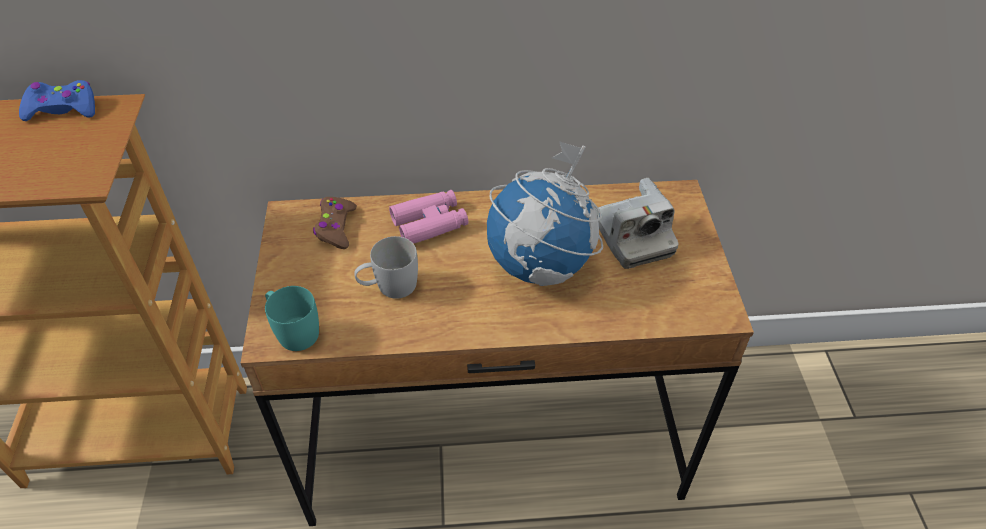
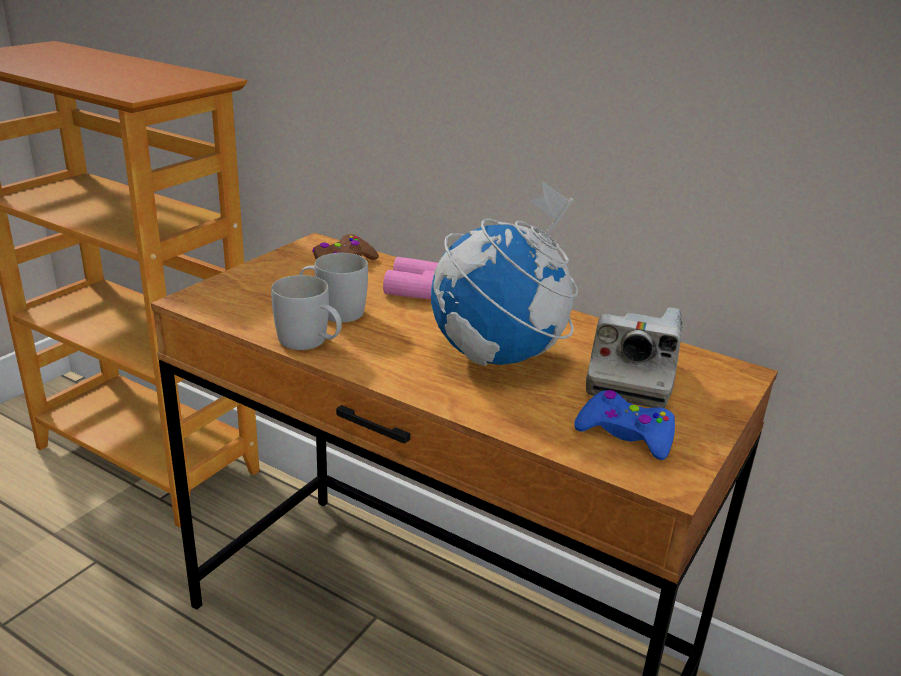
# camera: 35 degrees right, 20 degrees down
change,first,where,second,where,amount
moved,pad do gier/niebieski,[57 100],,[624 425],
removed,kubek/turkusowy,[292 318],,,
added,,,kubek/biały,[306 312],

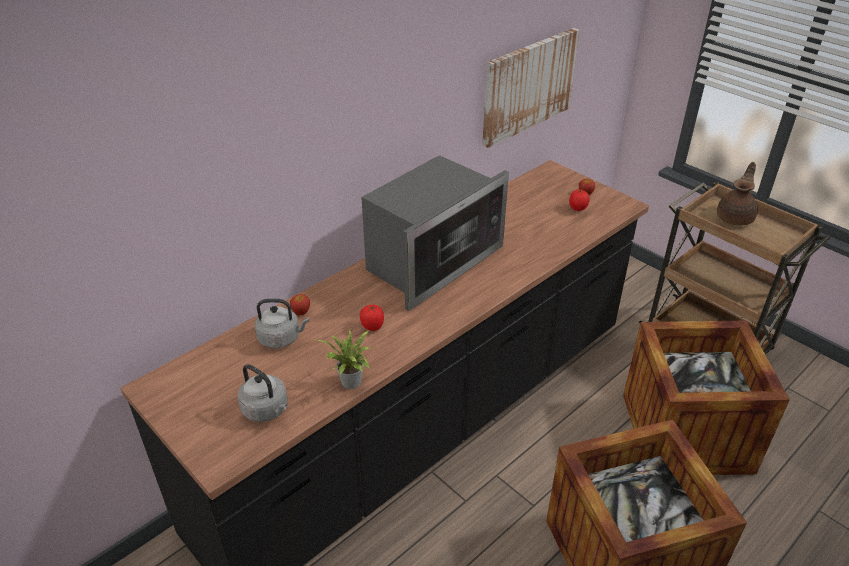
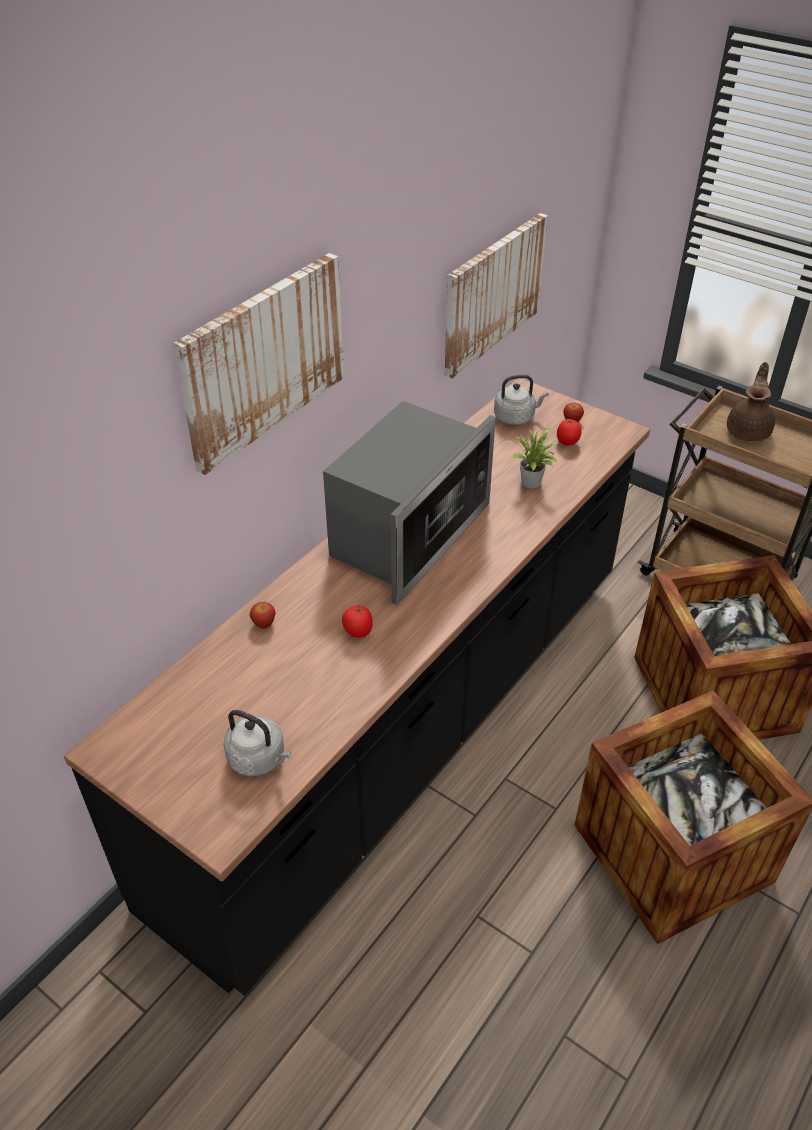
# camera: 10 degrees left, 5 degrees up
change,first,where,second,where,amount
moved,czajnik/szary,[282 323],,[521 400],
moved,roślina doniczkowa,[344 359],,[535 457],
added,,,obraz,[258 364],

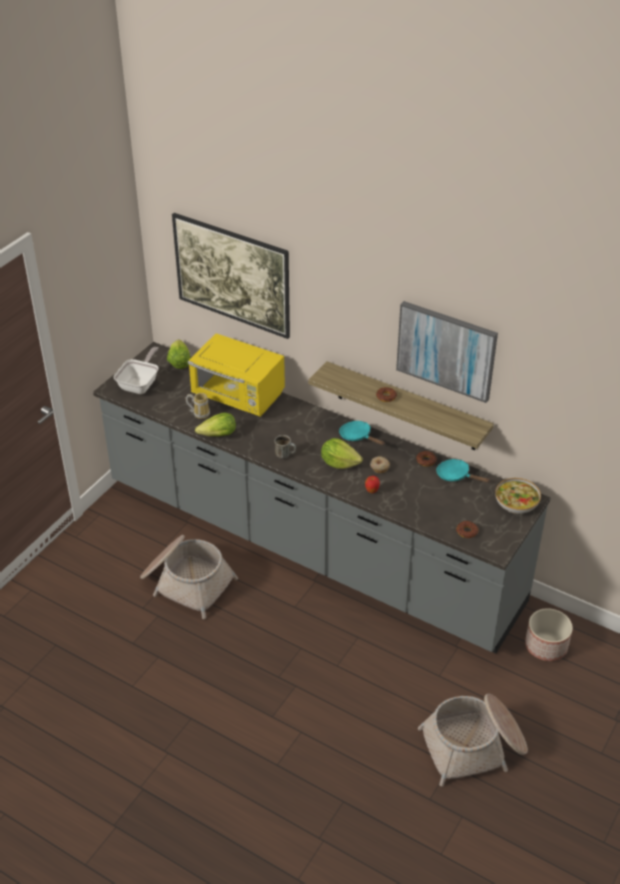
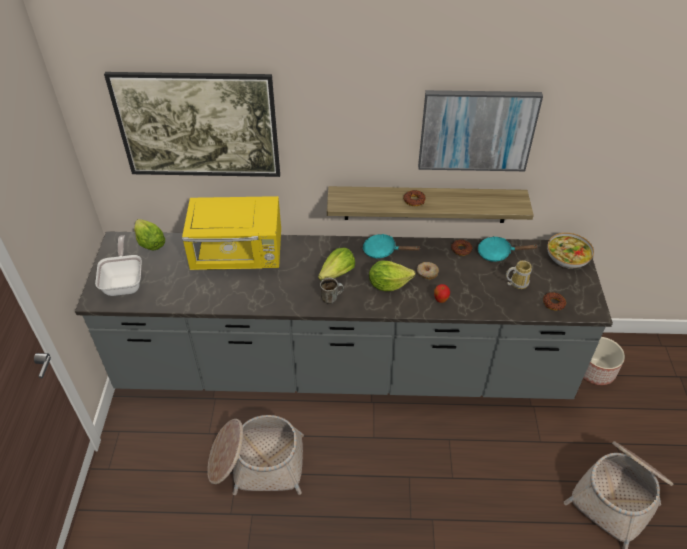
# camera: 30 degrees left, 5 degrees up
change,first,where,second,where,amount
moved,kubek,[198 406],,[519 274],
moved,sałata,[215 425],,[336 264],

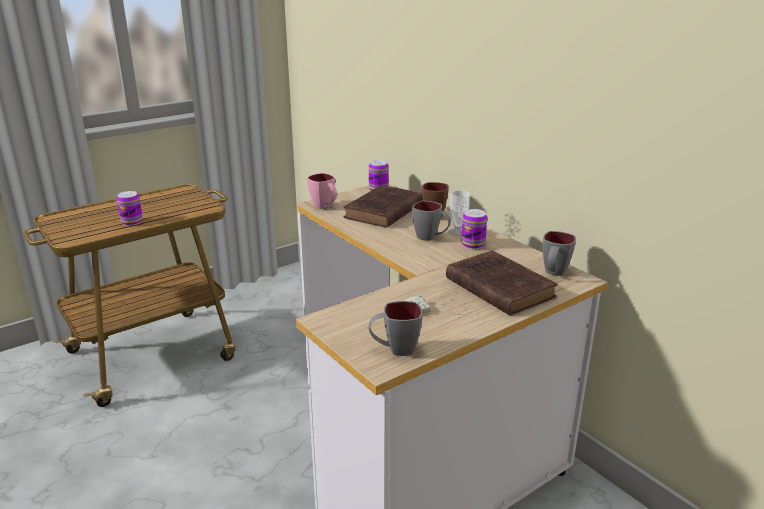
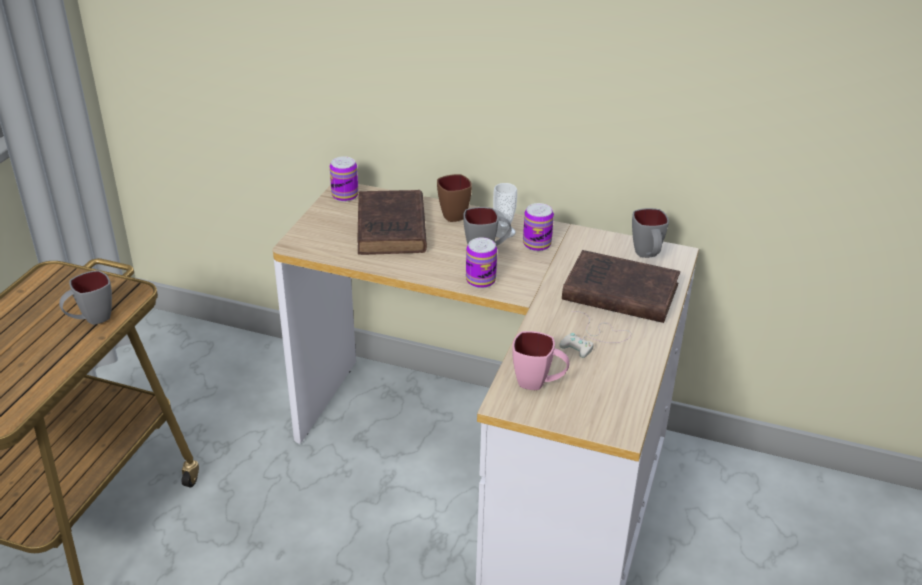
# camera: 35 degrees left, 10 degrees up
change,first,where,second,where,amount
moved,puszka,[130 208],,[481 262],
moved,kubek/różowy,[322 191],,[540 360],
moved,kubek/szary,[395 328],,[85 297],

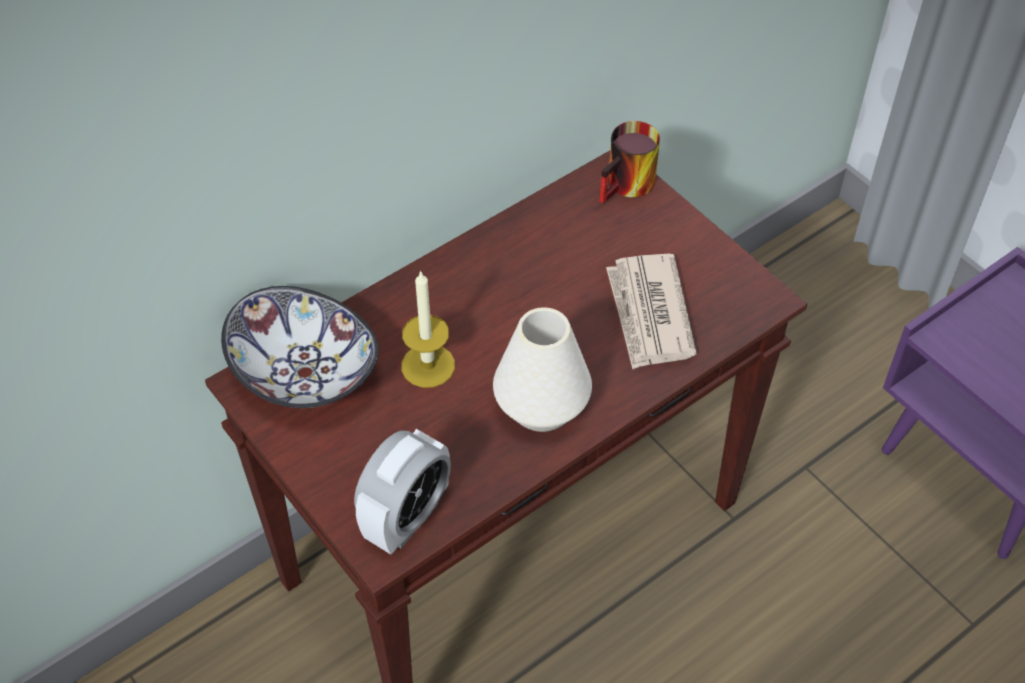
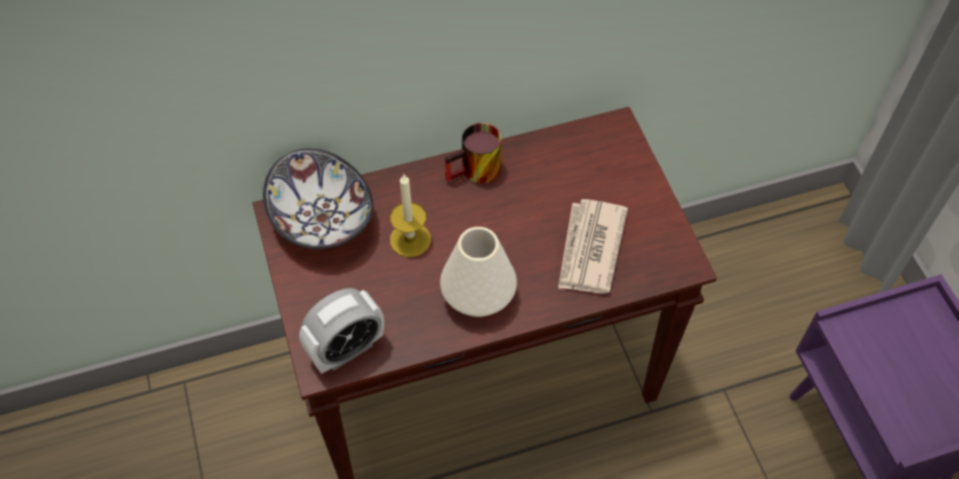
# camera: 20 degrees right, 5 degrees up
change,first,where,second,where,amount
moved,kubek,[629 162],,[473 153],

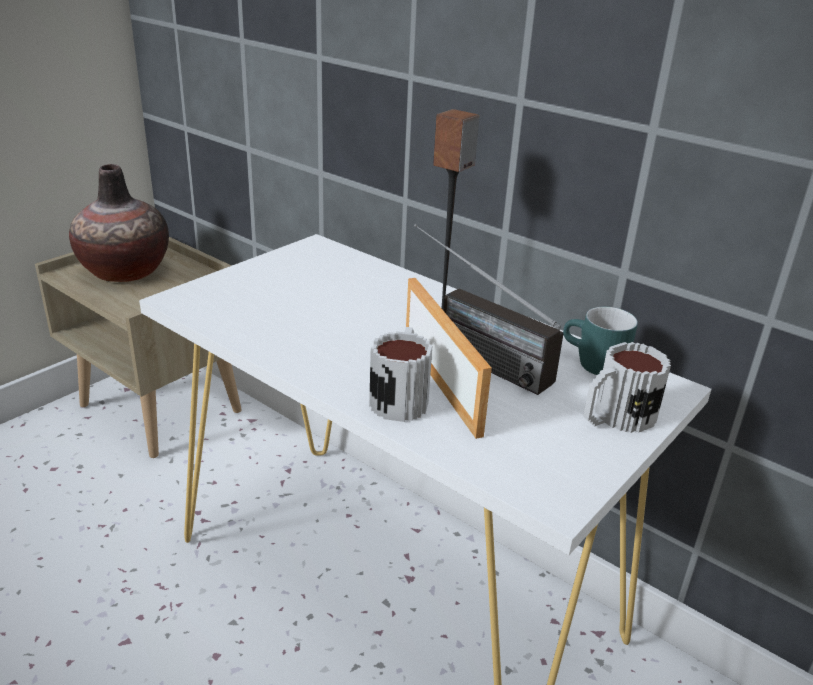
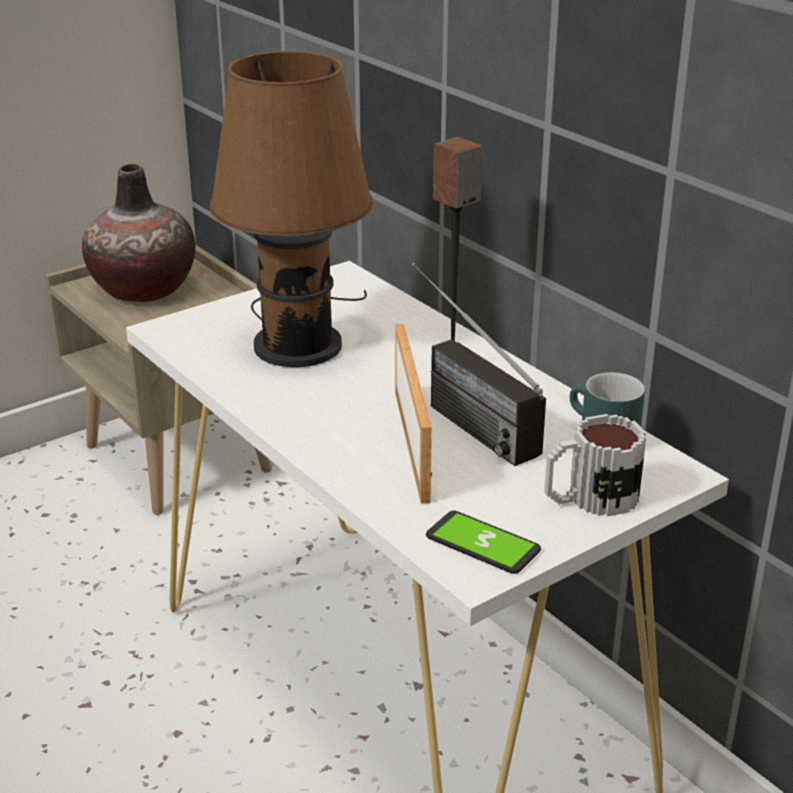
# camera: 15 degrees right, 0 degrees up
change,first,where,second,where,amount
removed,kubek,[401 374],,,
added,,,lampa stołowa/brązowy,[291 209],
added,,,telefon,[483 542],

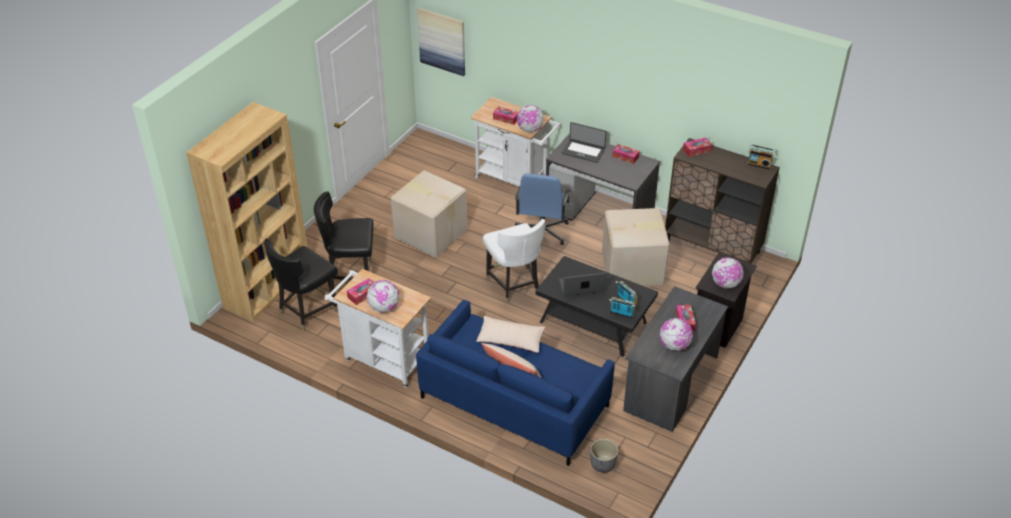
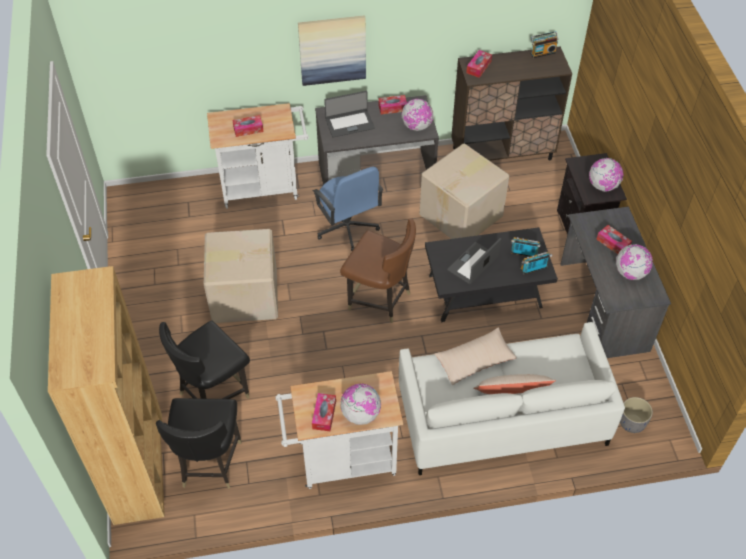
# camera: 40 degrees left, 10 degrees up
change,first,where,second,where,amount
recoloured,kanapa/niebieski,[515 383],kanapa/biały,[512 398],
moved,obraz,[441 42],,[332 50],
recoloured,krzesło/biały,[514 261],krzesło/brązowy,[378 270],
moved,globus,[530 118],,[417 115],

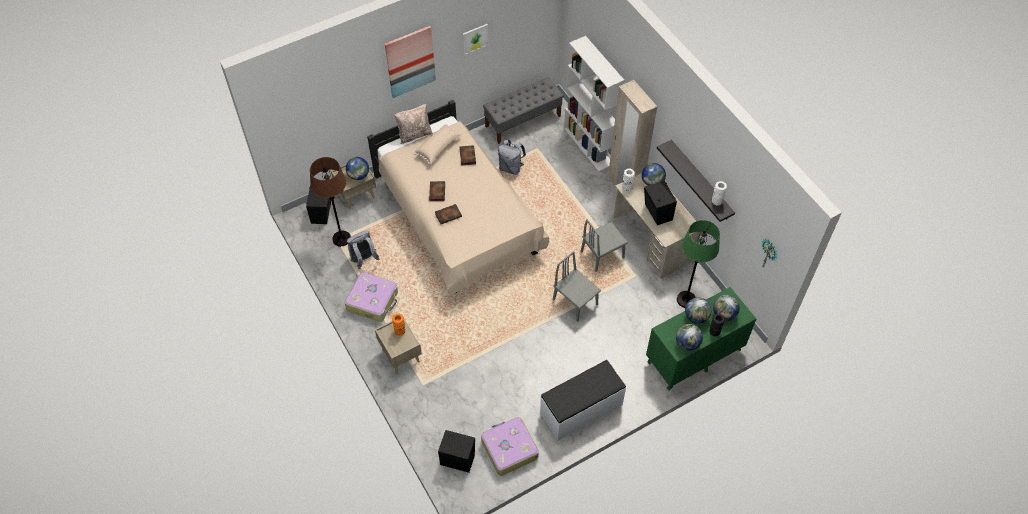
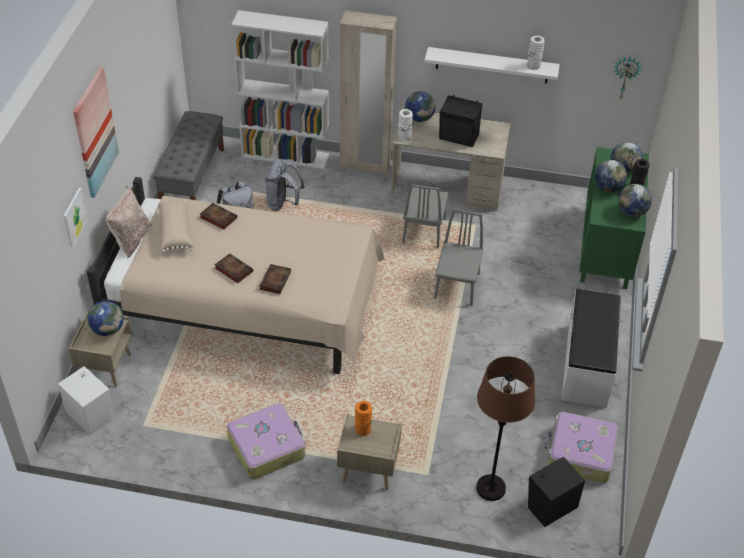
# camera: 50 degrees left, 10 degrees down
change,first,where,second,where,amount
recoloured,głośnik/czarny,[318 205],głośnik/biały,[84 400],
moved,lampa stojąca/brązowy,[330 202],,[505 428],
moved,plecak/szary,[363 249],,[285 185],
moved,obraz,[476 39],,[75 217],
turned,krzesło/szary,[577 286],,[459 257],105 degrees clockwise
recoloured,półka/czarny,[696 181],półka/biały,[492 65],
removed,lampa stojąca/zielony,[698 264],,,

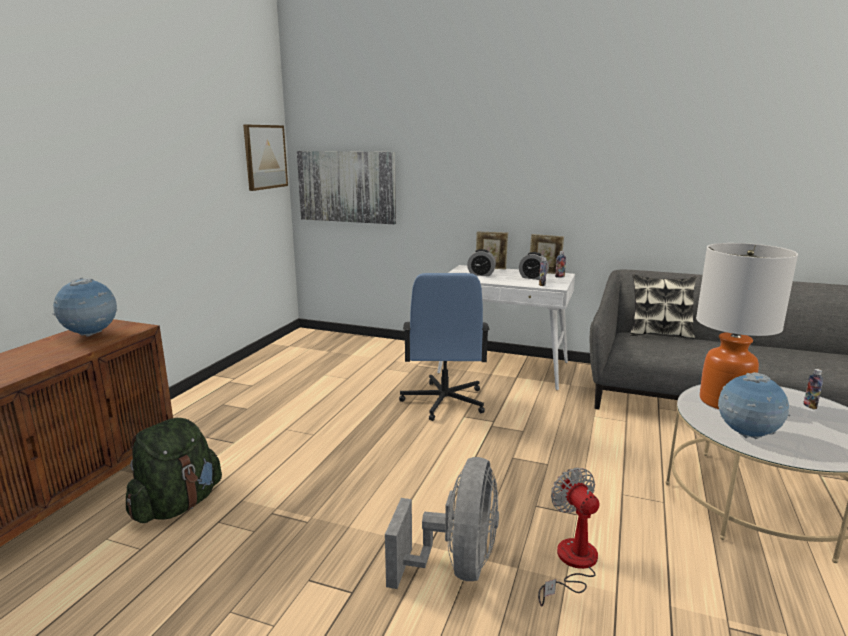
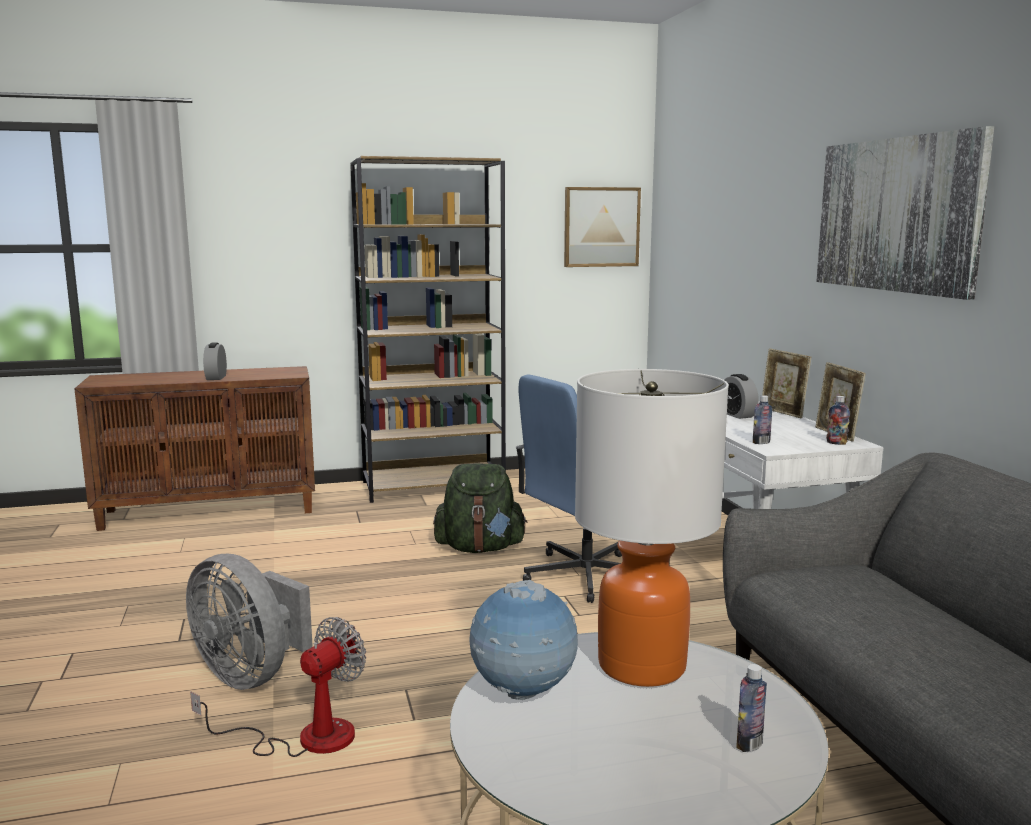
# camera: 55 degrees right, 5 degrees down
change,first,where,second,where,amount
removed,globus,[85 307],,,
moved,plecak/zielony,[174 470],,[480 508],
moved,obraz,[346 187],,[905 213],
turned,wentylator/szary,[442 523],,[249 622],60 degrees clockwise
moved,budzik,[534 266],,[215 361],
removed,poduszka,[663 306],,,
added,,,regał/brązowy,[428 329],

